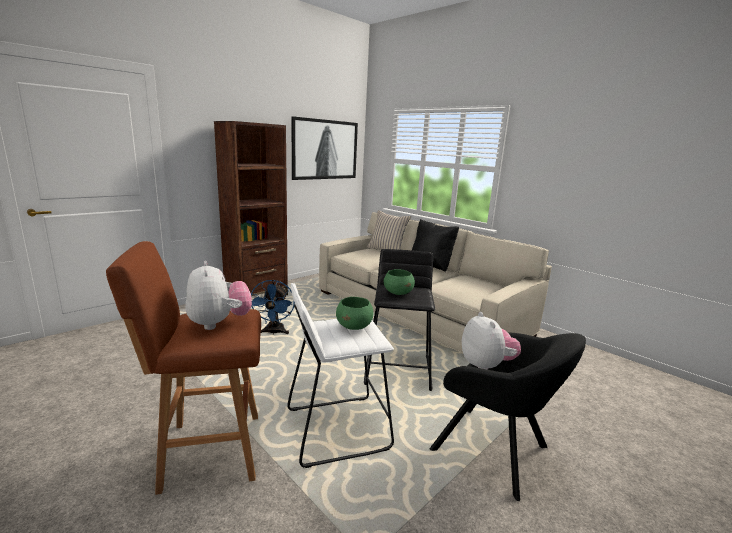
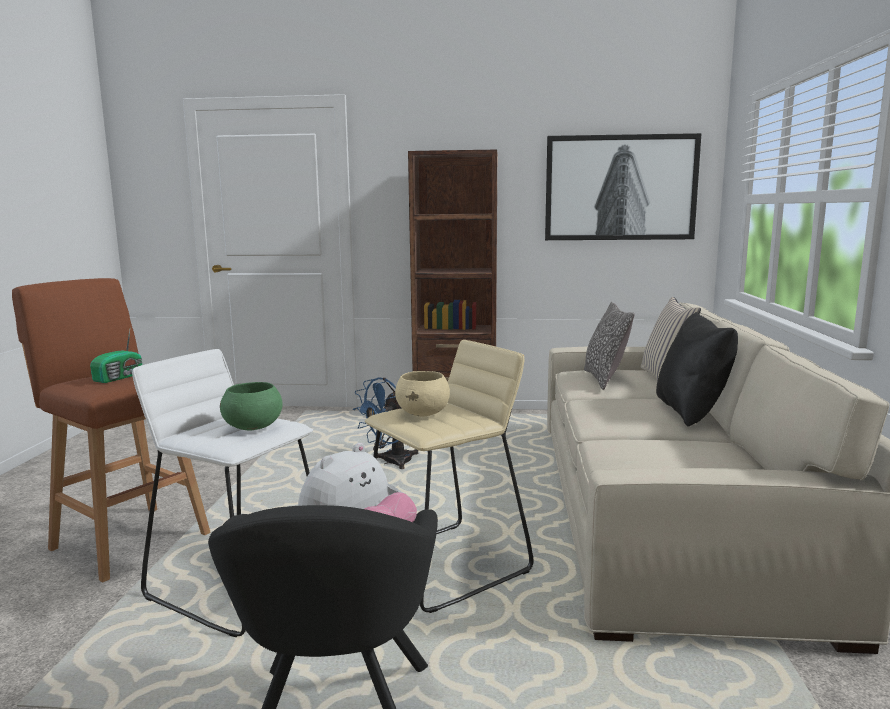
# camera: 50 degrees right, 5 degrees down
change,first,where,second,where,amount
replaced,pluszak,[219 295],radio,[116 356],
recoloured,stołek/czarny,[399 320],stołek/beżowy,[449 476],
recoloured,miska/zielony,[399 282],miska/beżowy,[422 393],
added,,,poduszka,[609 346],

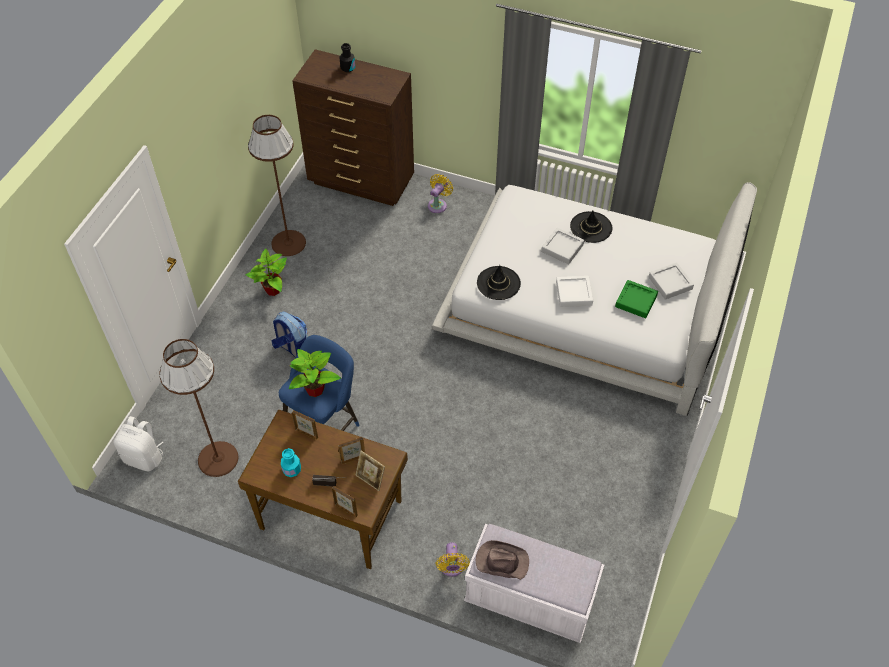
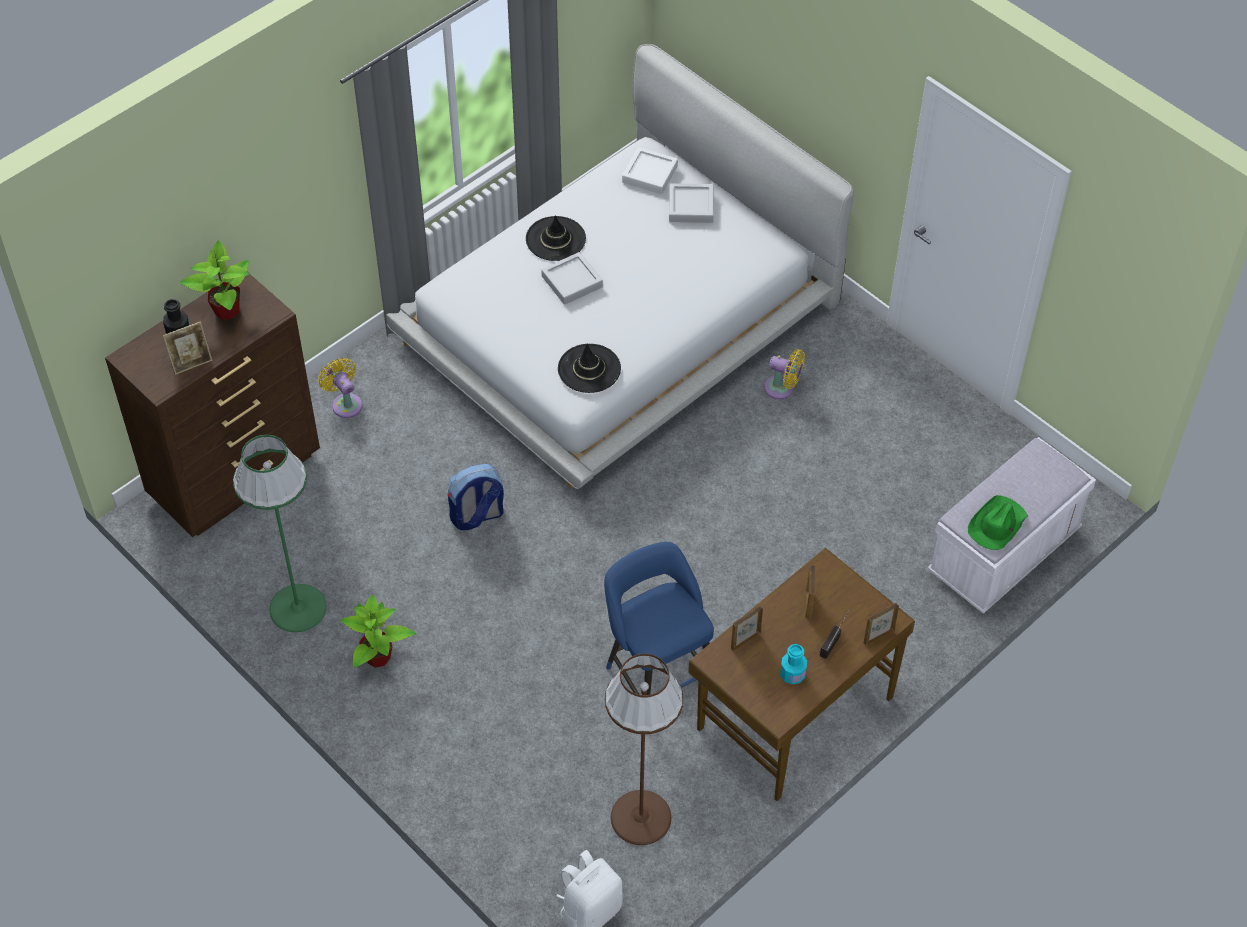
# camera: 65 degrees left, 0 degrees up
change,first,where,second,where,amount
recoloured,lampa stojąca/brązowy,[277 185],lampa stojąca/zielony,[280 533],
moved,plecak,[289 334],,[476 497],
moved,roślina doniczkowa,[315 373],,[214 280],
moved,ramka na zdjęcie,[370 471],,[187 348],
moved,wentylator/żółty,[453 559],,[784 374],
recoloured,kapelusz/brązowy,[502 560],kapelusz/zielony,[998 522],
moved,taca/biały,[574 291],,[650 170],
removed,taca/zielony,[636 299],,,

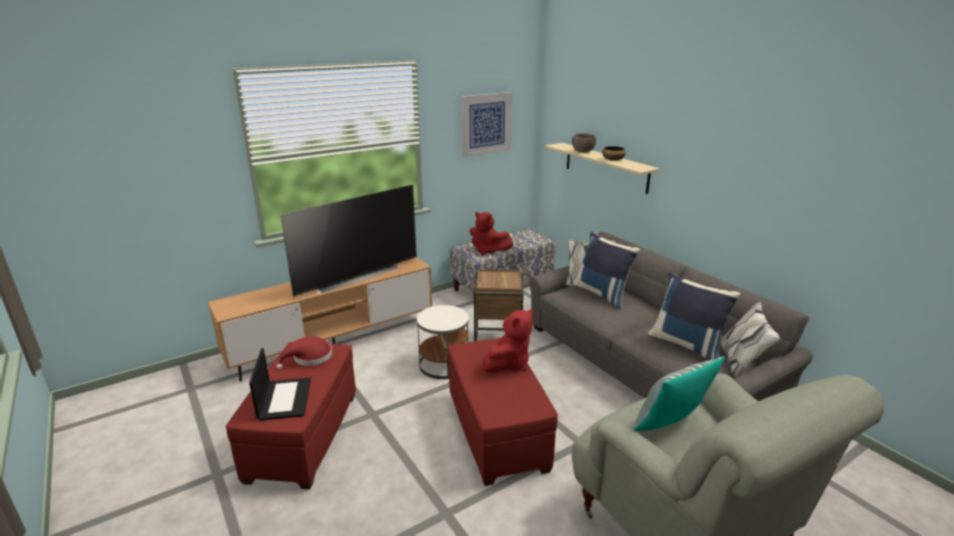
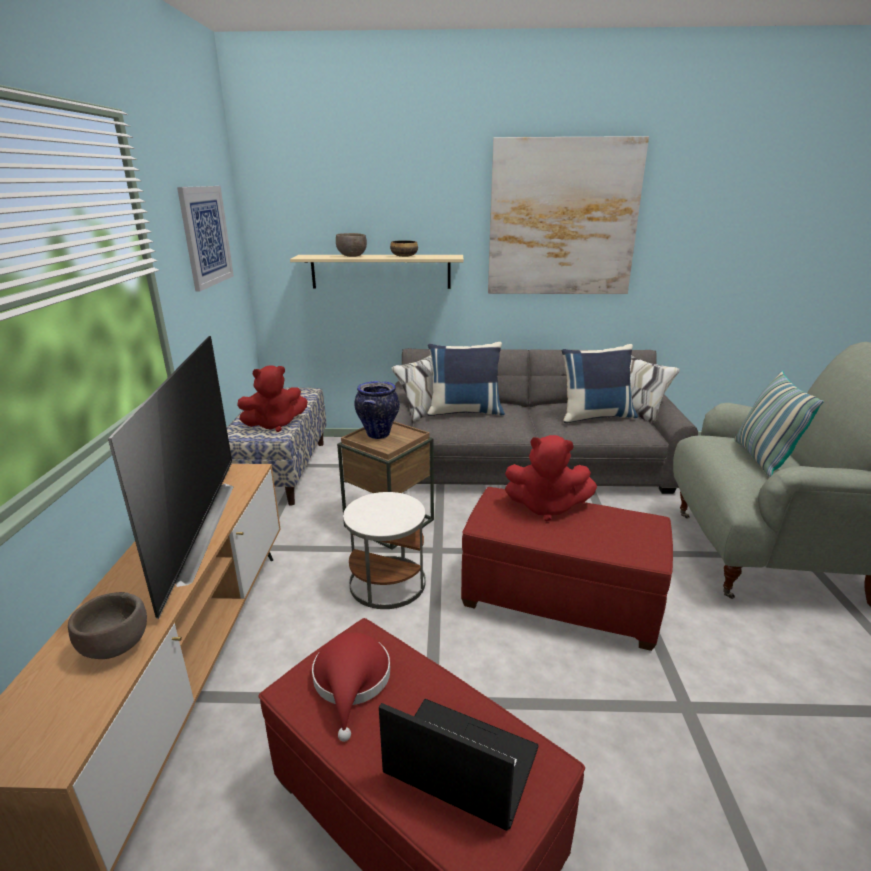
# camera: 55 degrees left, 0 degrees up
change,first,where,second,where,amount
turned,pluszak/czerwony,[508 341],,[551 478],120 degrees clockwise
added,,,miska/brązowy,[107 625],
added,,,wazon,[377 410],
added,,,obraz,[568 215],

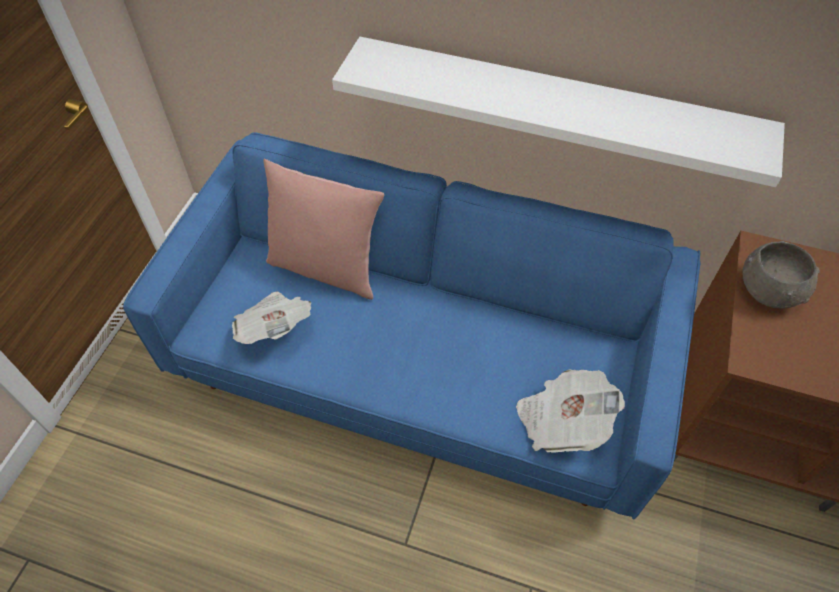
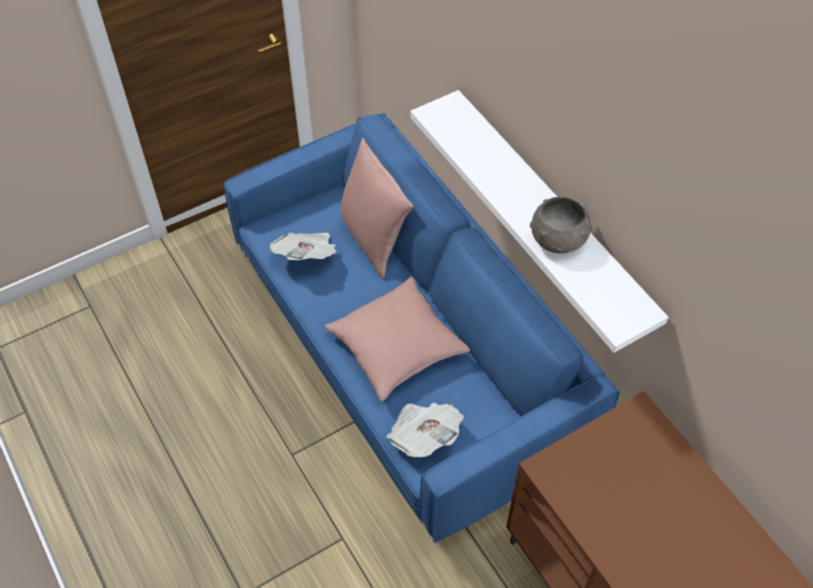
# camera: 40 degrees right, 0 degrees up
change,first,where,second,where,amount
moved,miska/szary,[781 275],,[561 225],
added,,,poduszka/różowy,[397 339],

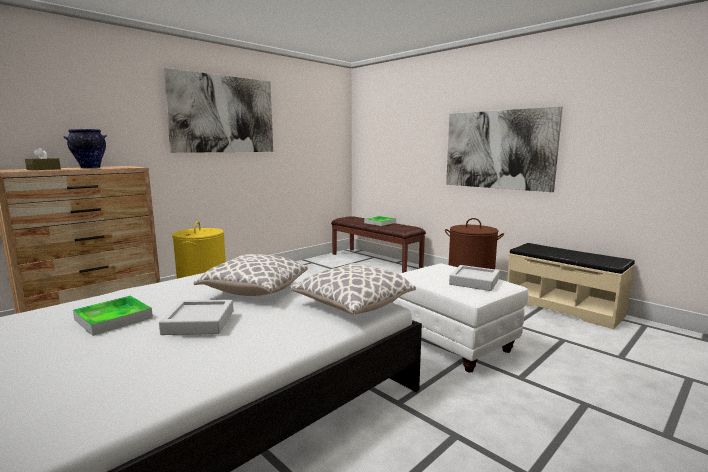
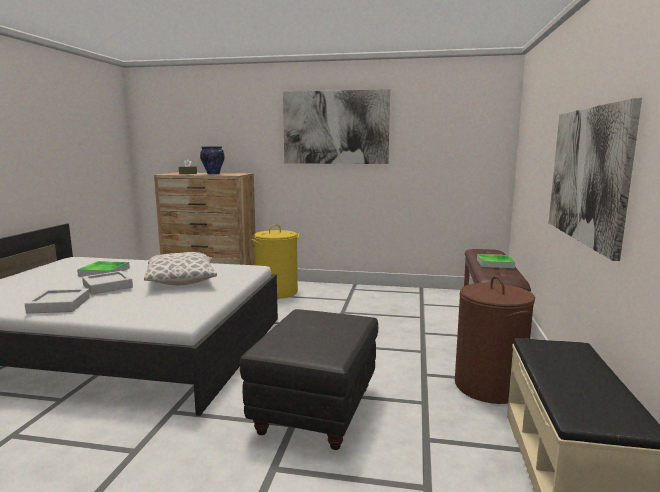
# camera: 55 degrees right, 0 degrees up
change,first,where,second,where,amount
removed,poduszka,[353 289],,,
recoloured,pufa/biały,[460 318],pufa/czarny,[309 379],
moved,taca/szary,[474 278],,[57 301],

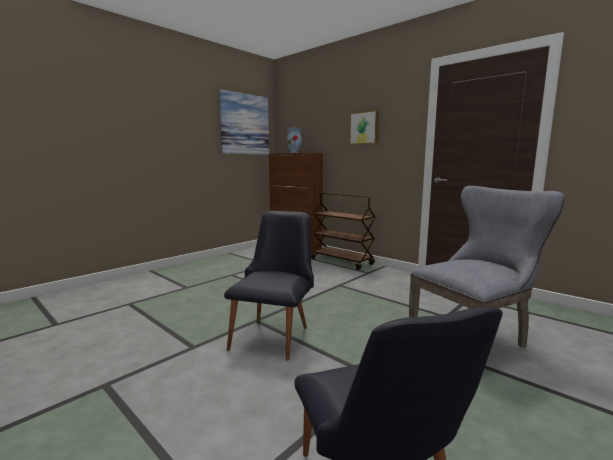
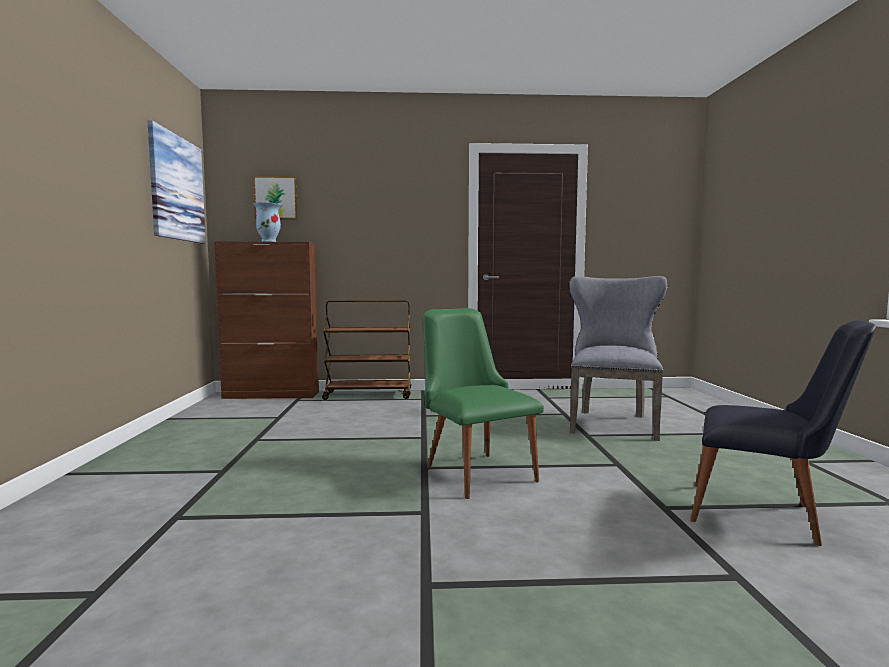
# camera: 45 degrees left, 5 degrees down
change,first,where,second,where,amount
recoloured,krzesło/czarny,[269 286],krzesło/zielony,[483 403],
moved,obraz,[364 127],,[275 198],

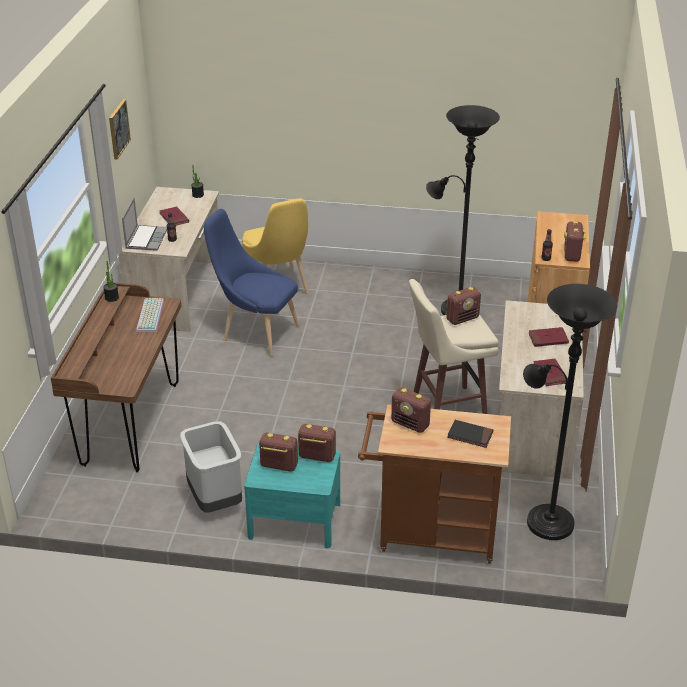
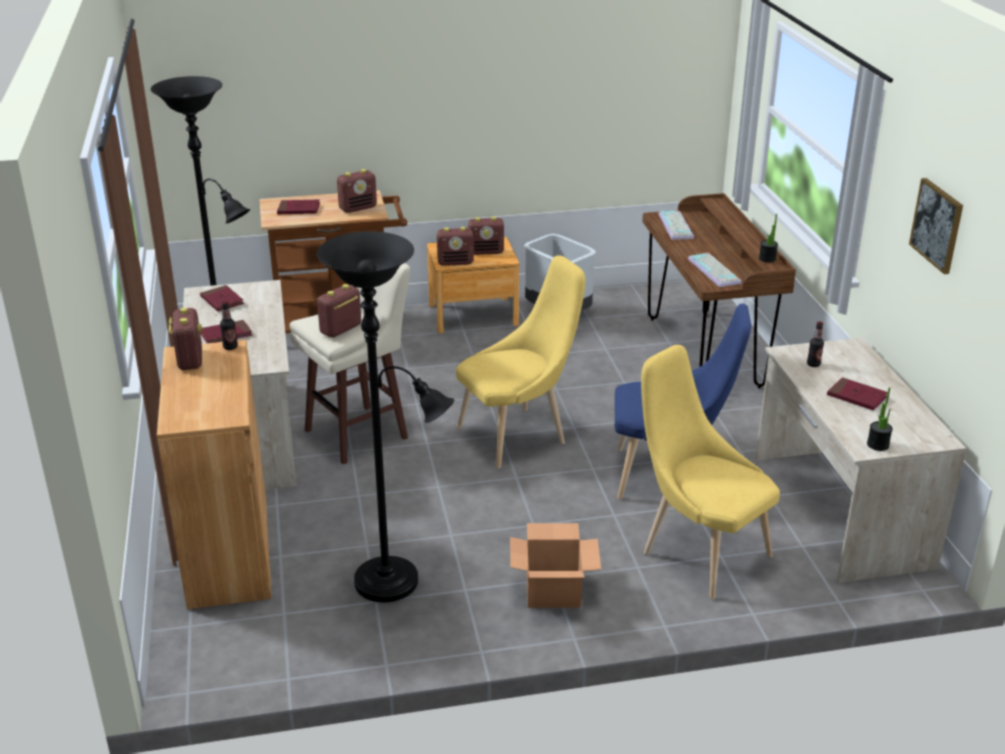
# camera: 160 degrees right, 5 degrees down
change,first,where,second,where,amount
removed,laptop,[144 224],,,
recoloured,szafka nocna/turkusowy,[292 495],szafka nocna/brązowy,[473 285],
turned,radio,[411 410],,[357 191],135 degrees clockwise
recoloured,książka/czarny,[470 434],książka/czerwony,[298 207],
added,,,krzesło/żółty,[520 361],
added,,,karton,[555 565],
added,,,klawiatura,[676 225],

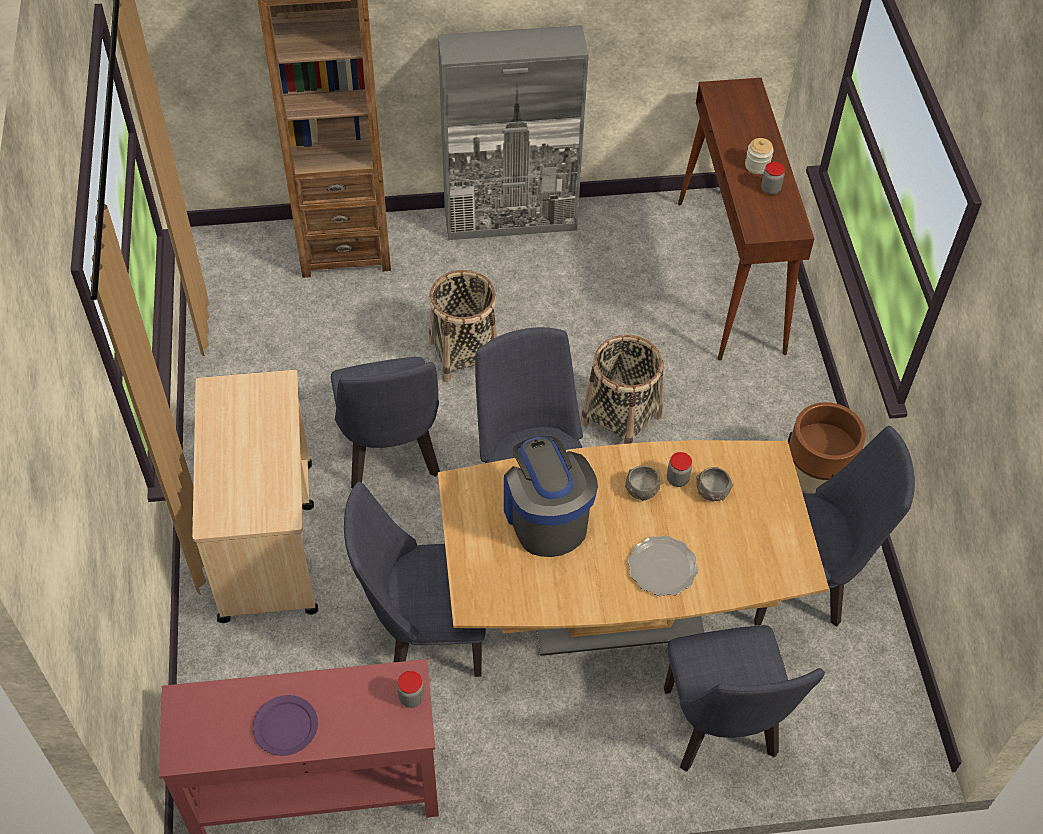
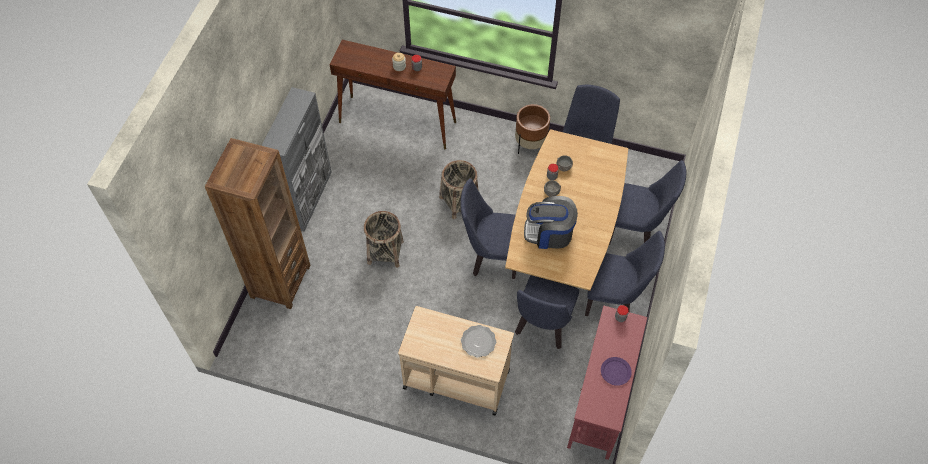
# camera: 65 degrees left, 5 degrees up
change,first,where,second,where,amount
moved,krzesło/niebieski,[385 423],,[625 273],
moved,talerz,[663 566],,[478 341],

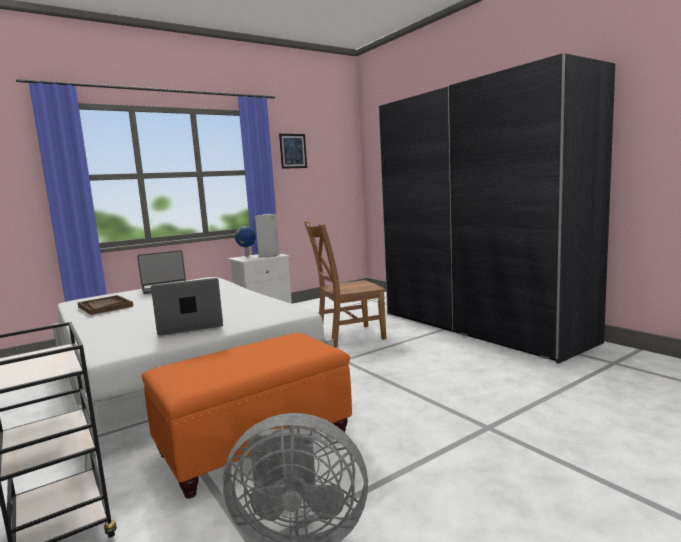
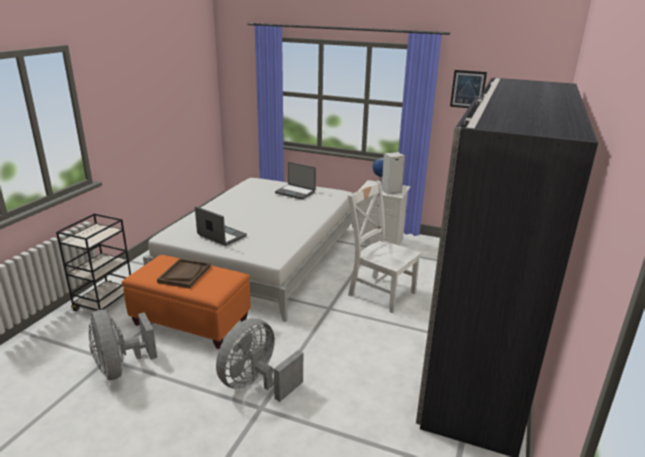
# camera: 55 degrees right, 15 degrees up
change,first,where,second,where,amount
moved,taca/brązowy,[105 305],,[184 273],
recoloured,krzesło/brązowy,[345 285],krzesło/biały,[384 247],
added,,,wentylator/szary,[259 360],

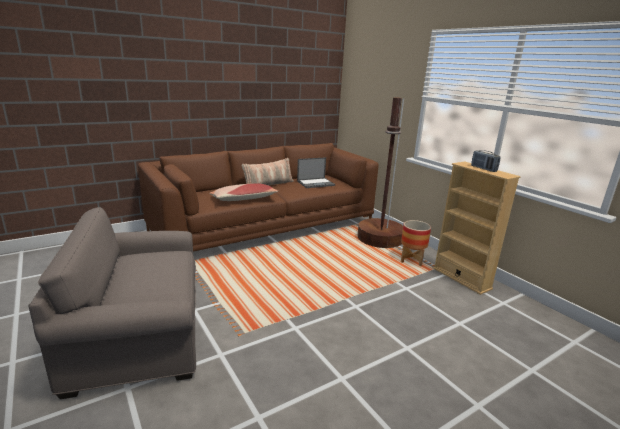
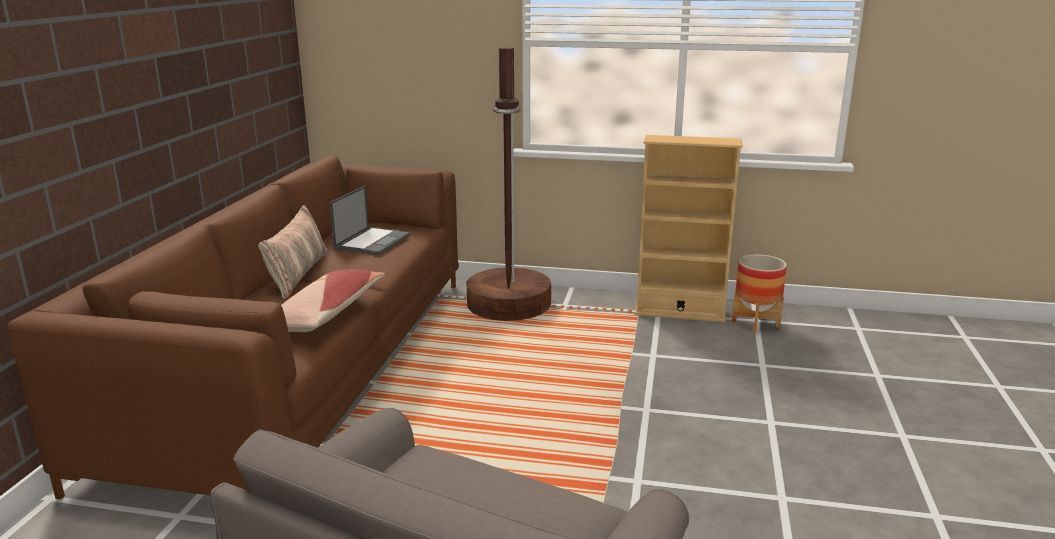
# camera: 45 degrees left, 0 degrees up
change,first,where,second,where,amount
moved,donica,[416 243],,[759 294],
removed,radio,[486 161],,,

